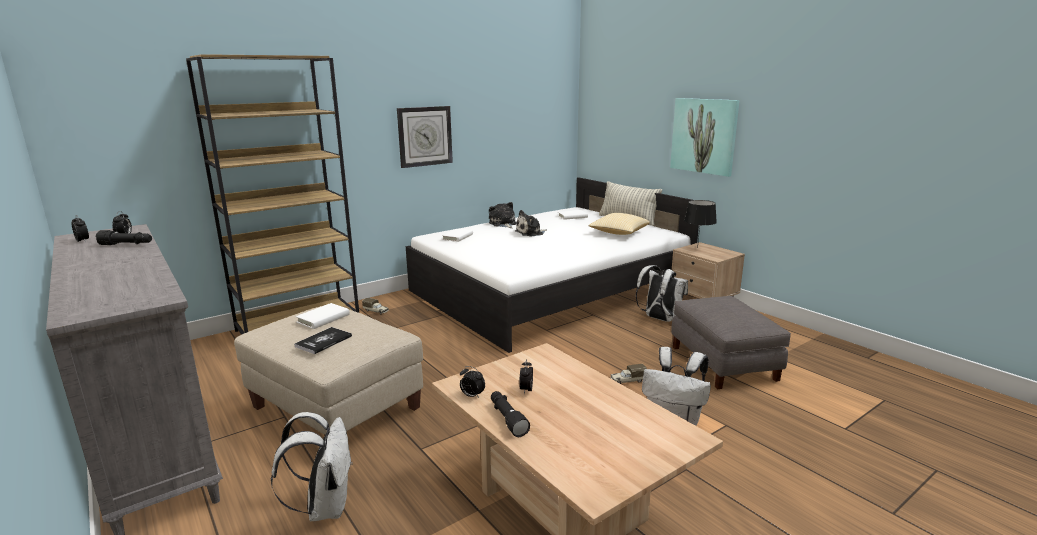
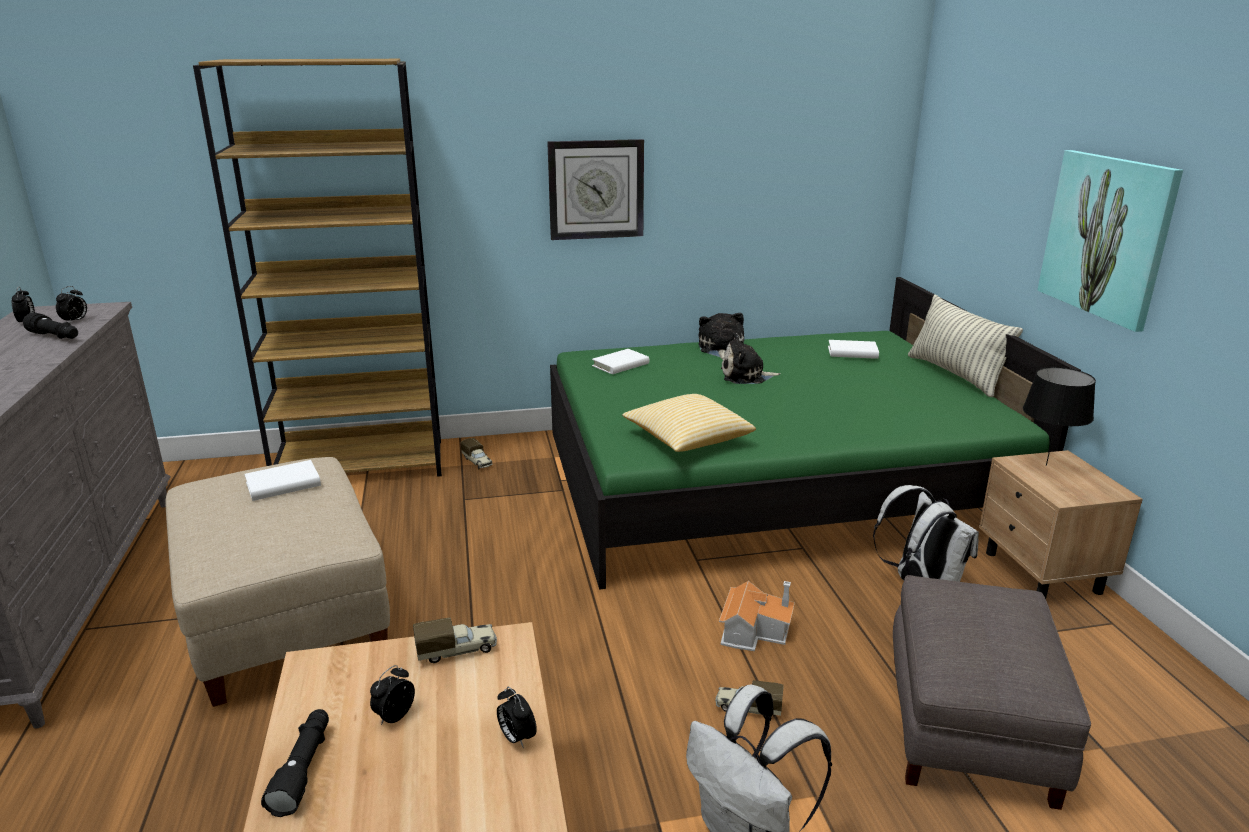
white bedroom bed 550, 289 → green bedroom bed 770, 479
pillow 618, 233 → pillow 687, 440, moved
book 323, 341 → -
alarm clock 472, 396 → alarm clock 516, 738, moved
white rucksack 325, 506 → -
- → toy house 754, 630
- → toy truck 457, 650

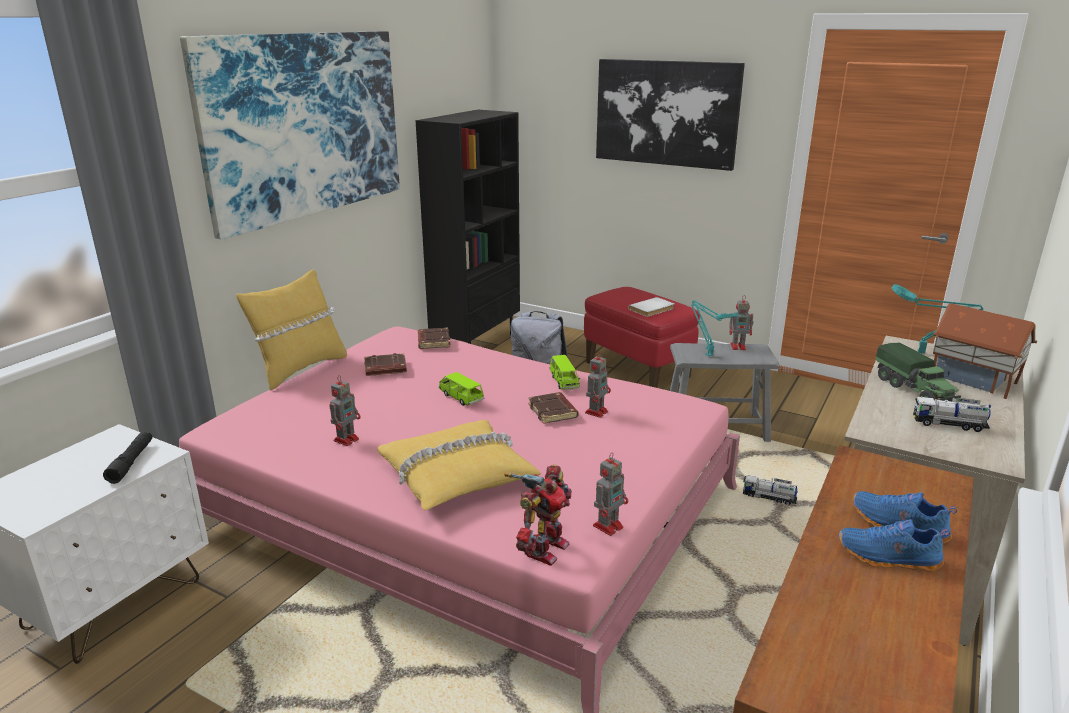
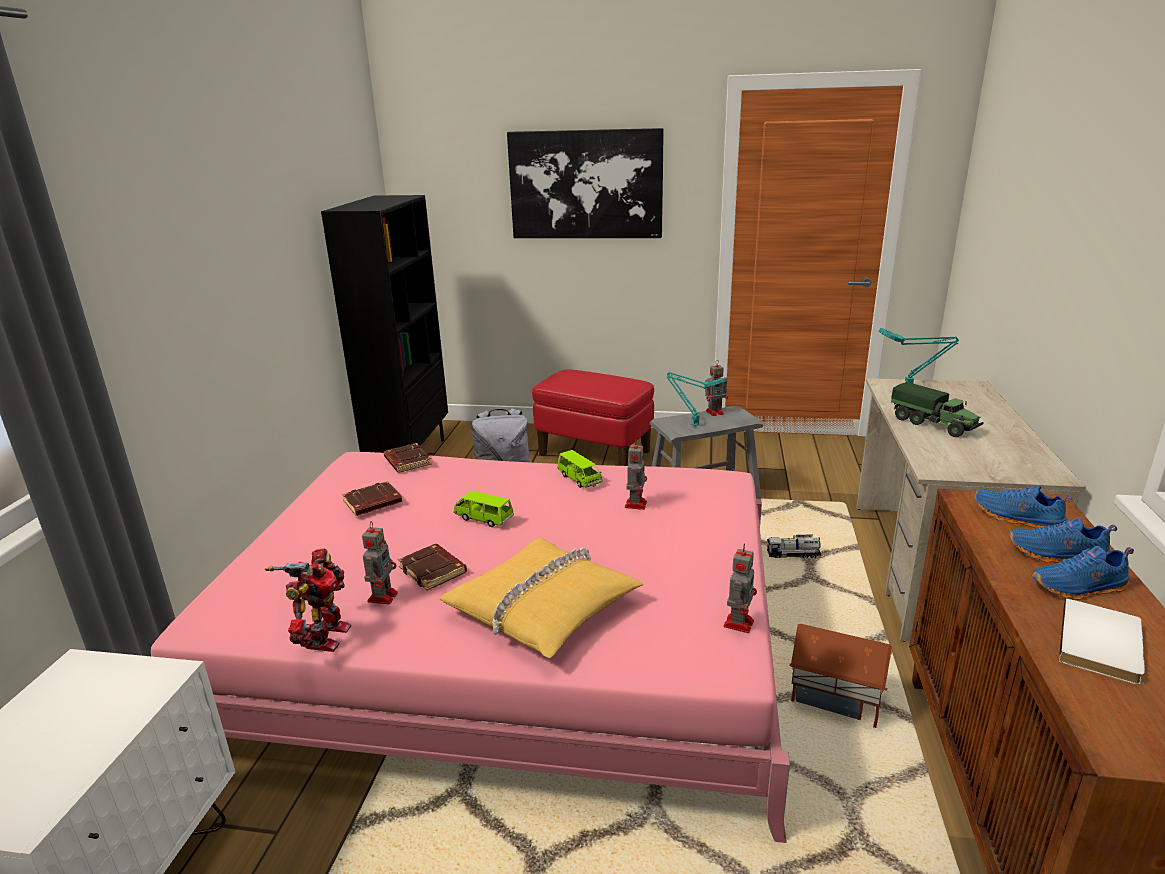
picture 305, 126 → -
yellow pillow 300, 369 → -
white book 653, 309 → white book 1103, 645, moved
toy house 973, 380 → toy house 835, 701, moved
brownish book 553, 411 → brownish book 434, 571, moved
toy truck 949, 424 → -
blackish flashlight 131, 462 → -
toy robot 543, 548 → toy robot 324, 636, moved
- → bluish item of footwear 1017, 518

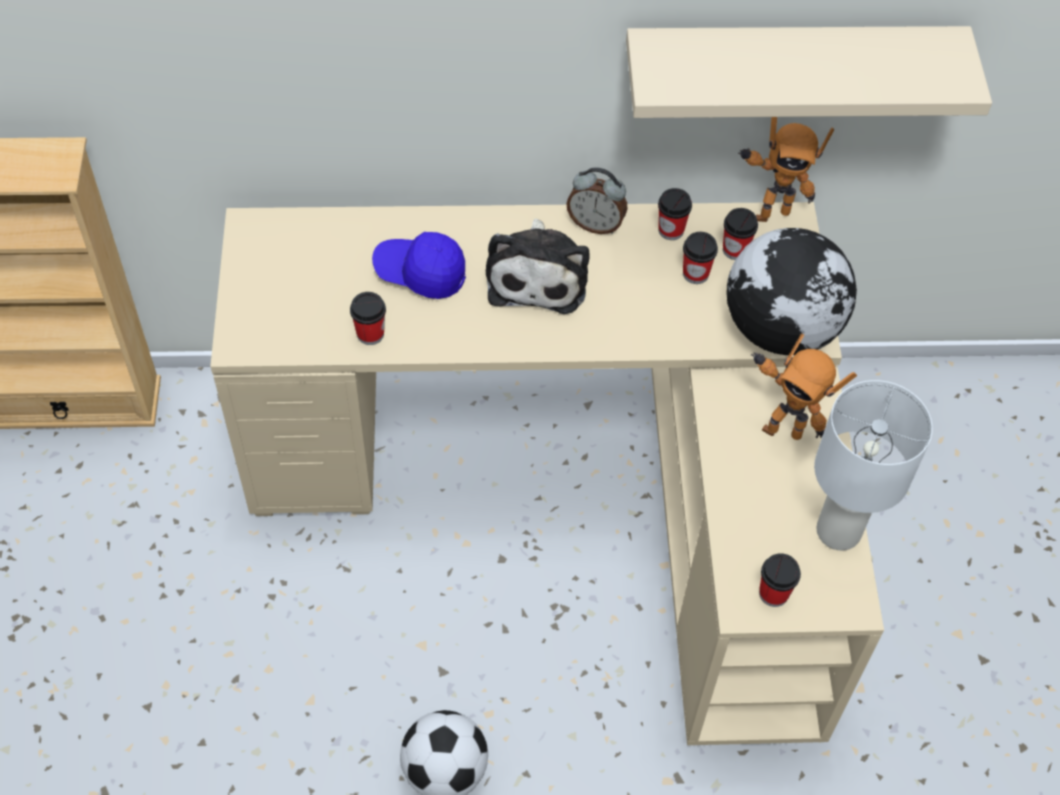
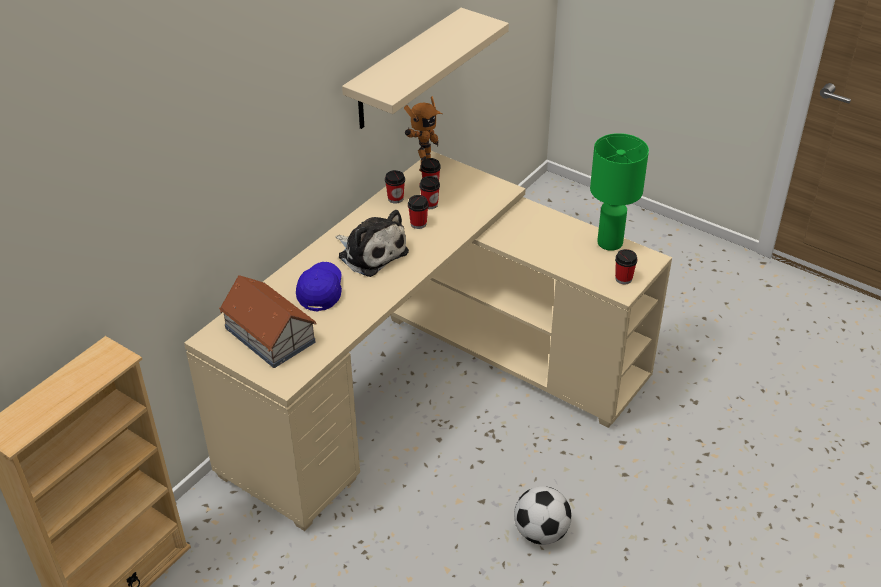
alarm clock 595, 224 → -
globe 782, 328 → -
bluish cap 420, 273 → bluish cap 320, 291, 135 degrees clockwise
drinking cup 370, 334 → drinking cup 418, 224, moved
toy robot 782, 428 → -
white lamp for a table 837, 531 → green lamp for a table 609, 243
- → toy house 270, 334

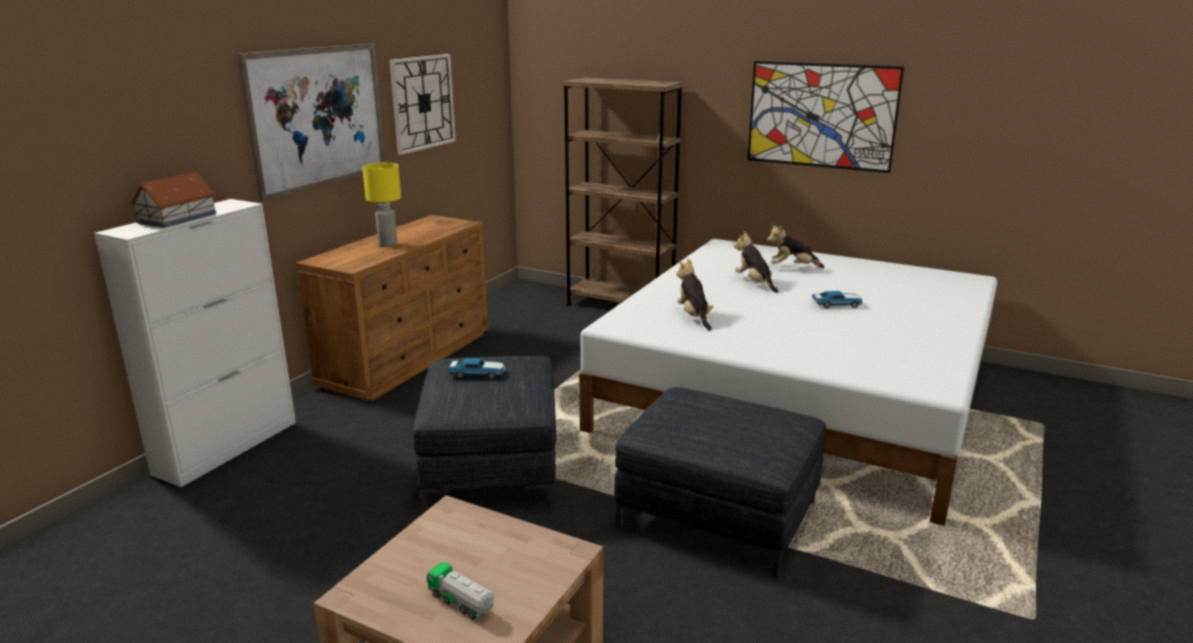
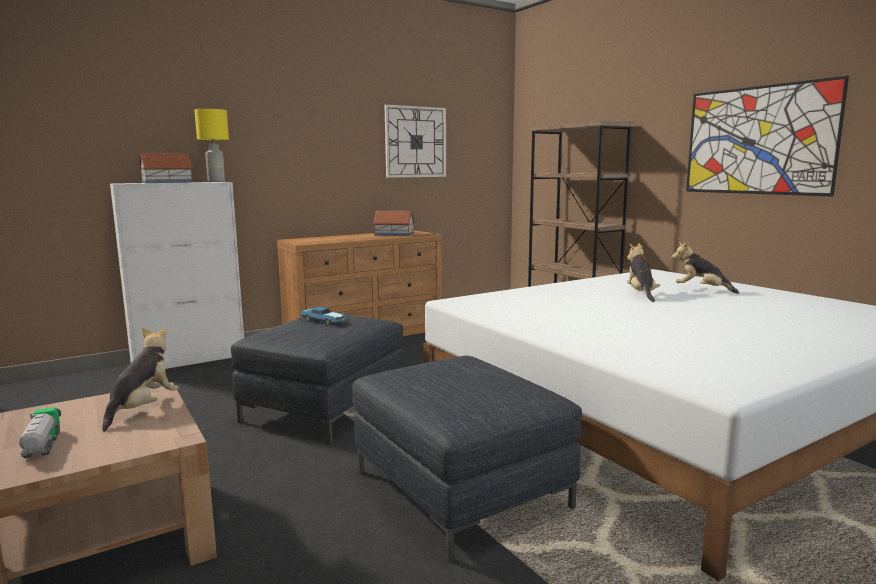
picture 319, 117 → -
yellow lamp for a table 388, 244 → yellow lamp for a table 217, 181, moved
plush toy 694, 317 → plush toy 143, 409, moved
toy car 837, 304 → -
- → toy house 393, 234

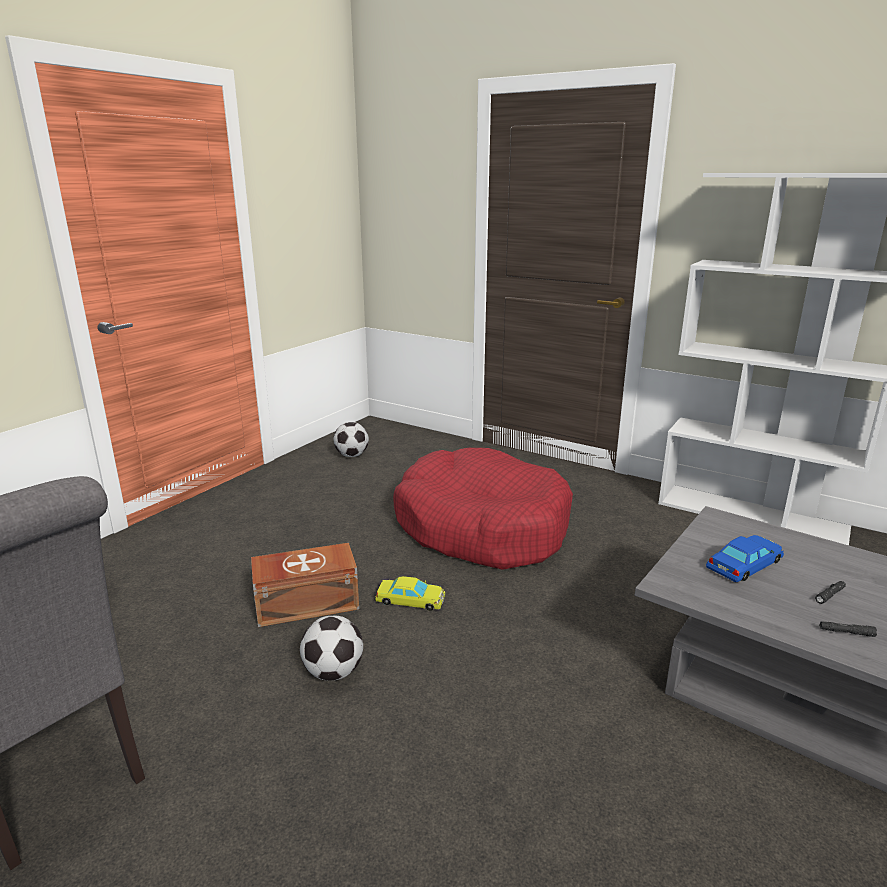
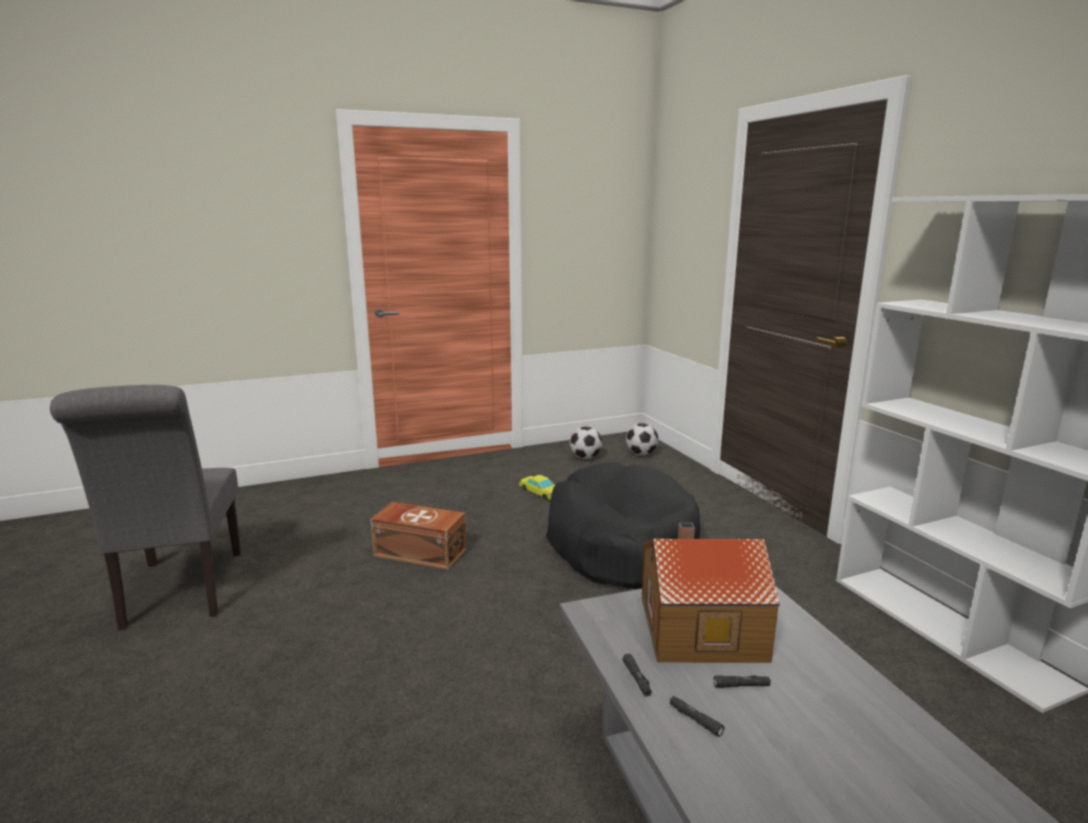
red-coloured pet bed 481, 527 → blackish pet bed 620, 543
bluish toy car 745, 564 → toy house 698, 626
yellow toy car 410, 599 → yellow toy car 541, 491, moved
football 333, 672 → football 641, 454, moved
- → blackish flashlight 637, 679

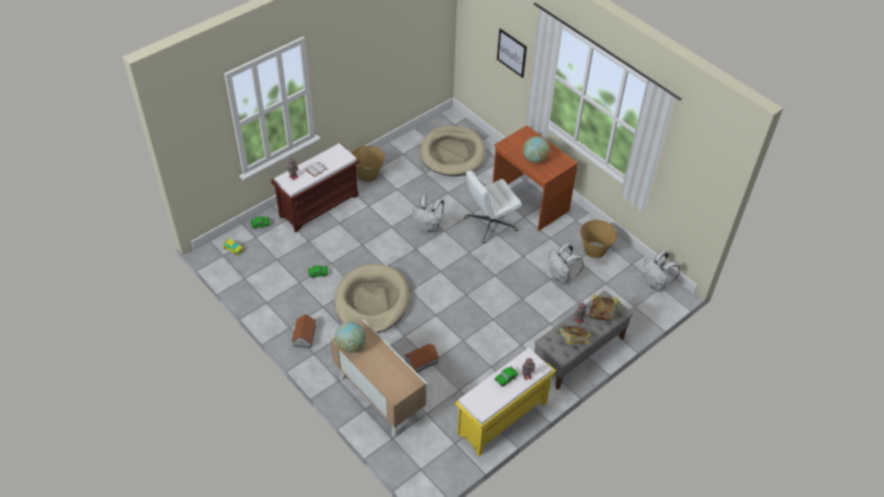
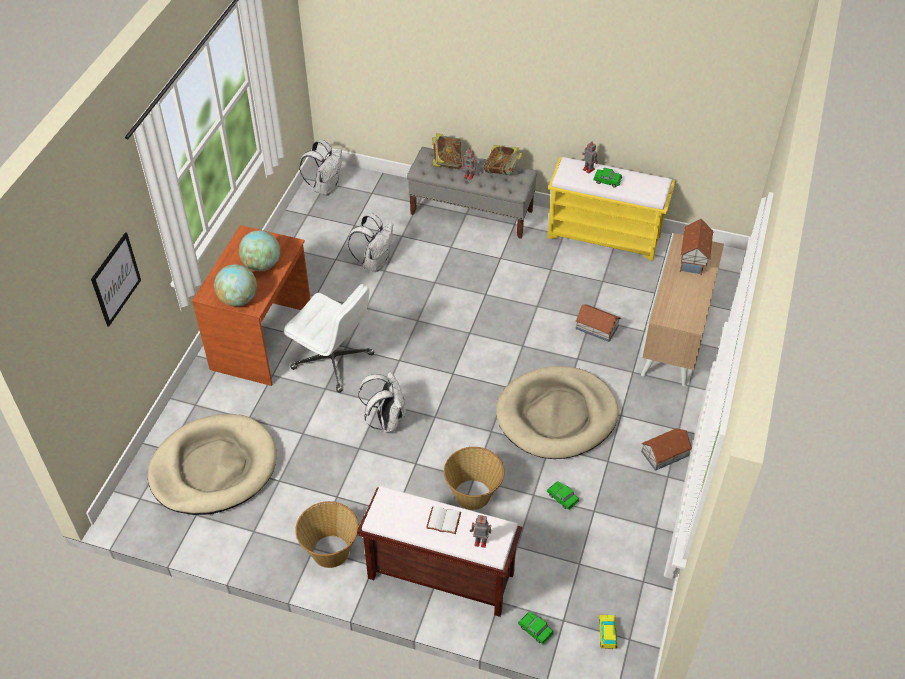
household basket 594, 250 → household basket 473, 495, moved
globe 351, 346 → globe 238, 299, moved
- → toy house 694, 260

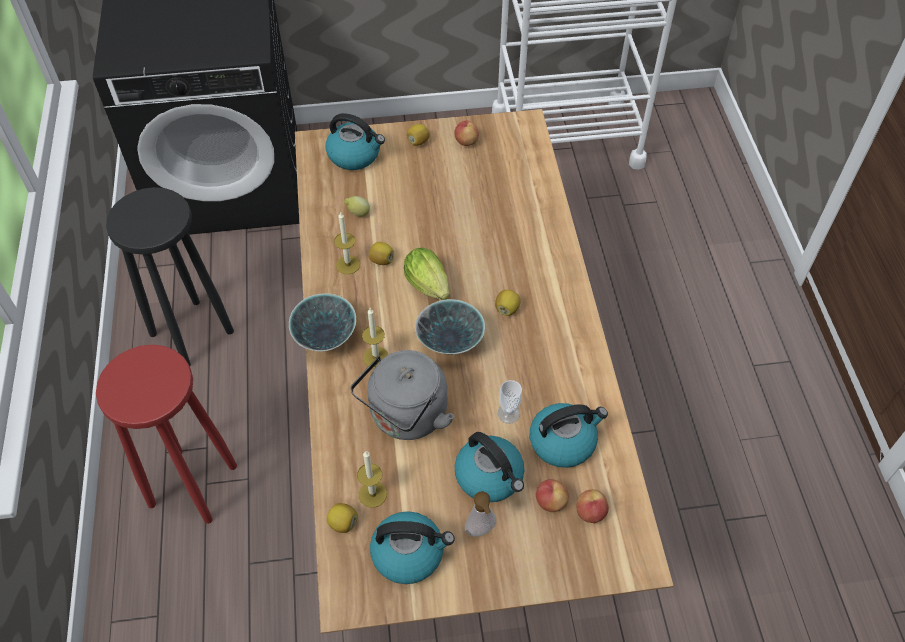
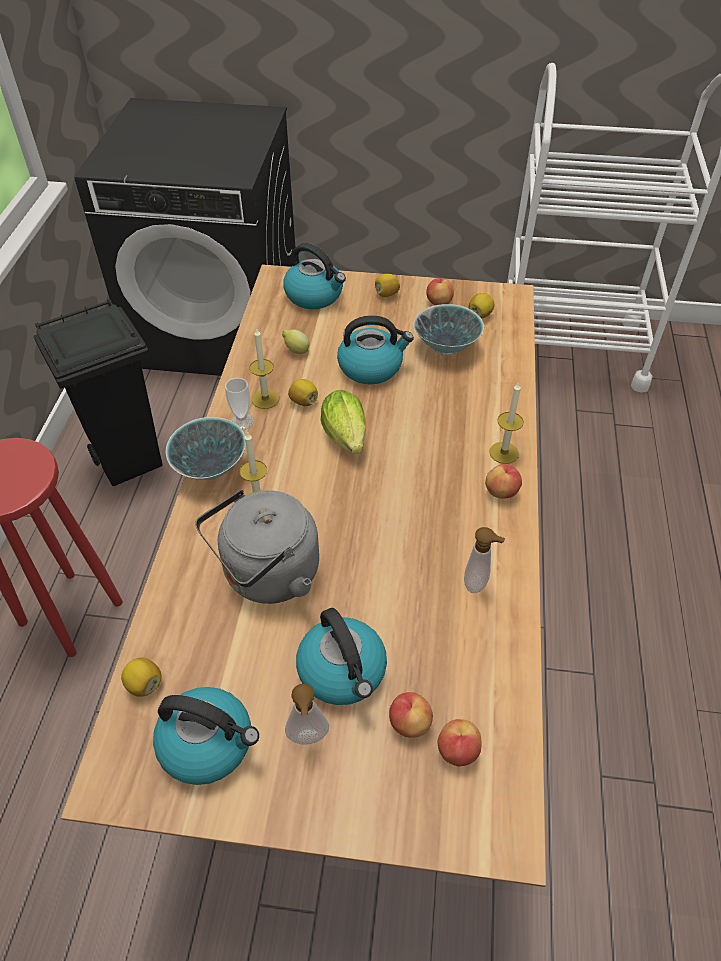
blackish sitting stool 192, 332 → blackish rubbish bin 130, 461
whole lemon 507, 309 → whole lemon 480, 315, moved
serving bowl 450, 343 → serving bowl 446, 348, moved
drinking cup 508, 413 → drinking cup 242, 421, moved
kettle 563, 441 → kettle 371, 367, moved
wax light 372, 494 → wax light 504, 453, moved
- → apple fruit 501, 492
- → liquid soap bottle 478, 584

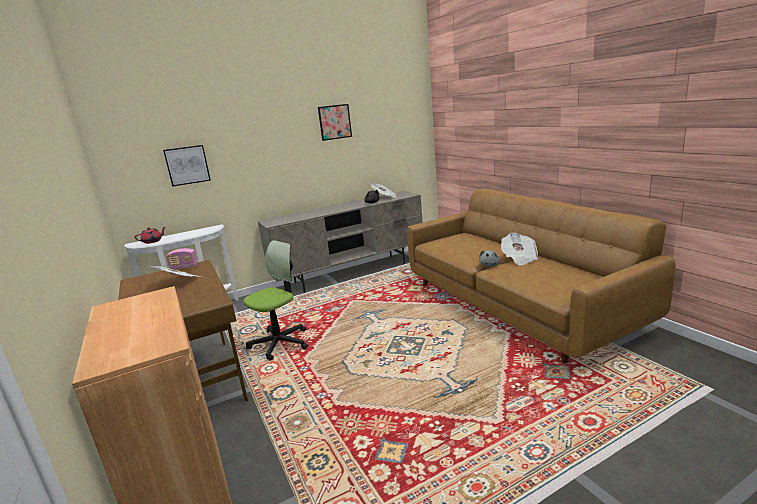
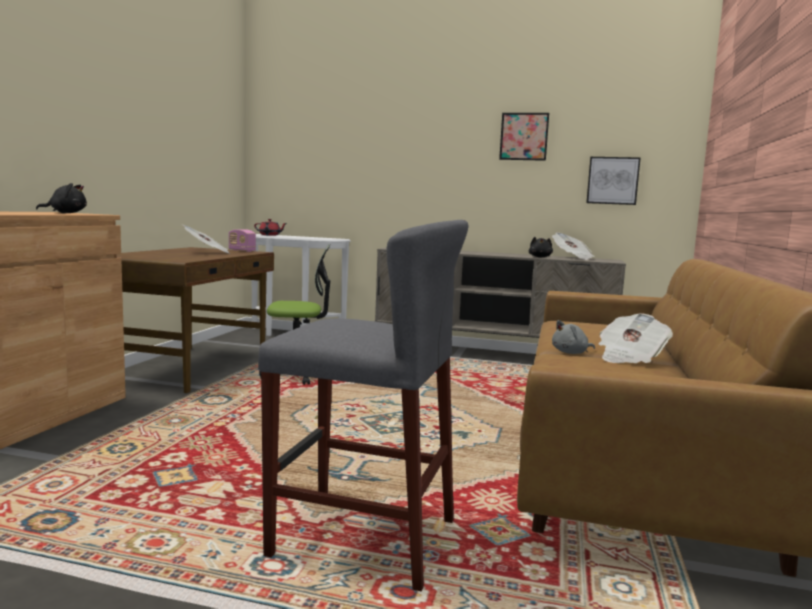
picture 187, 165 → picture 612, 180, moved
- → blackish plush toy 66, 213
- → greyish sitting stool 363, 538

